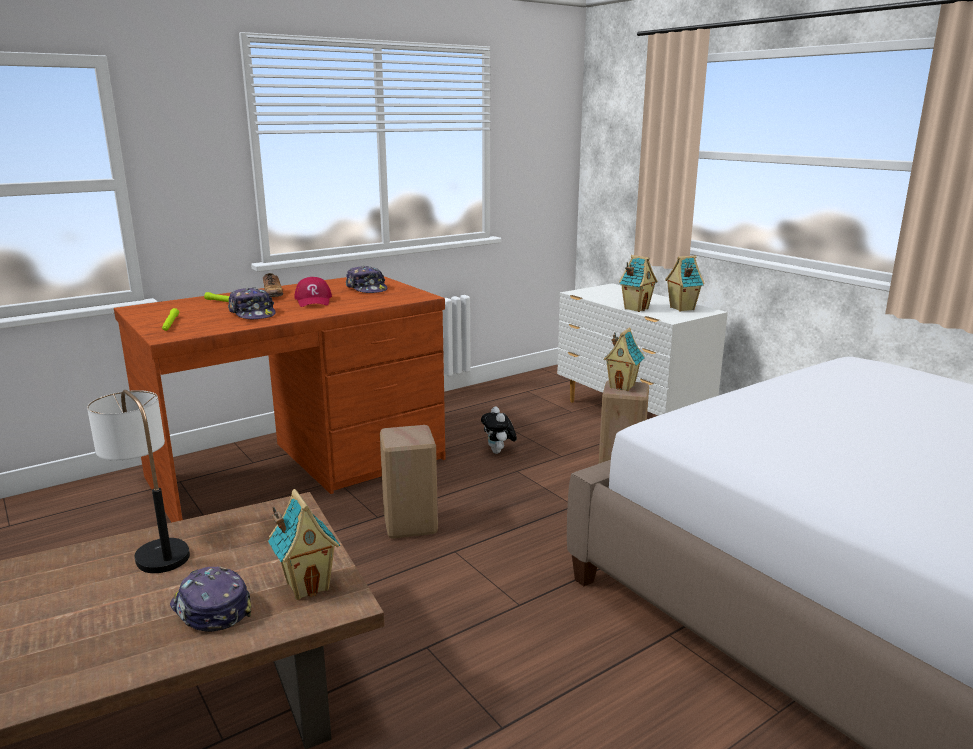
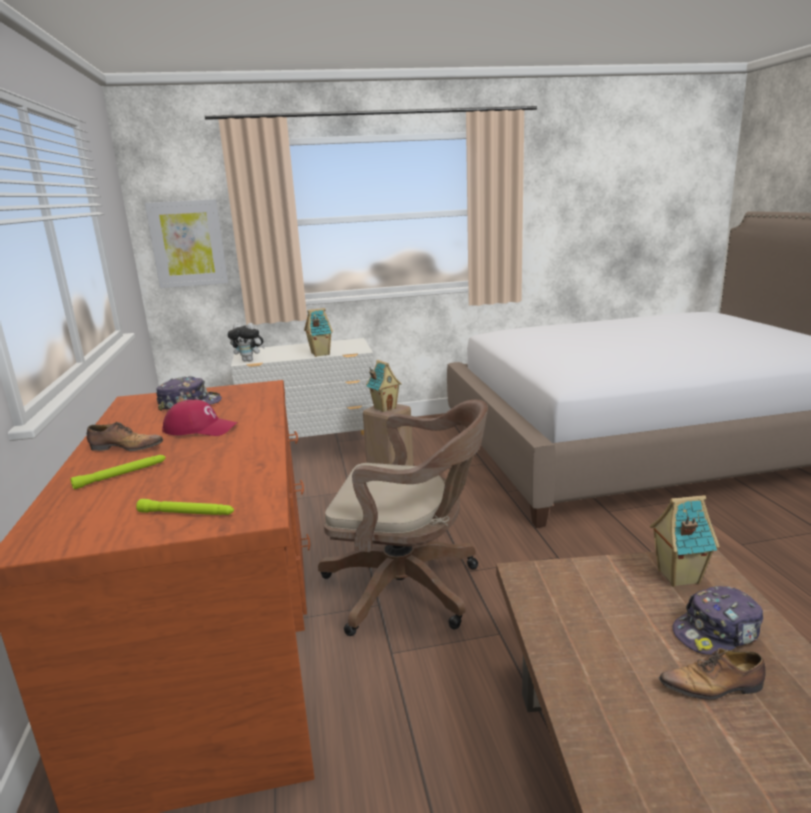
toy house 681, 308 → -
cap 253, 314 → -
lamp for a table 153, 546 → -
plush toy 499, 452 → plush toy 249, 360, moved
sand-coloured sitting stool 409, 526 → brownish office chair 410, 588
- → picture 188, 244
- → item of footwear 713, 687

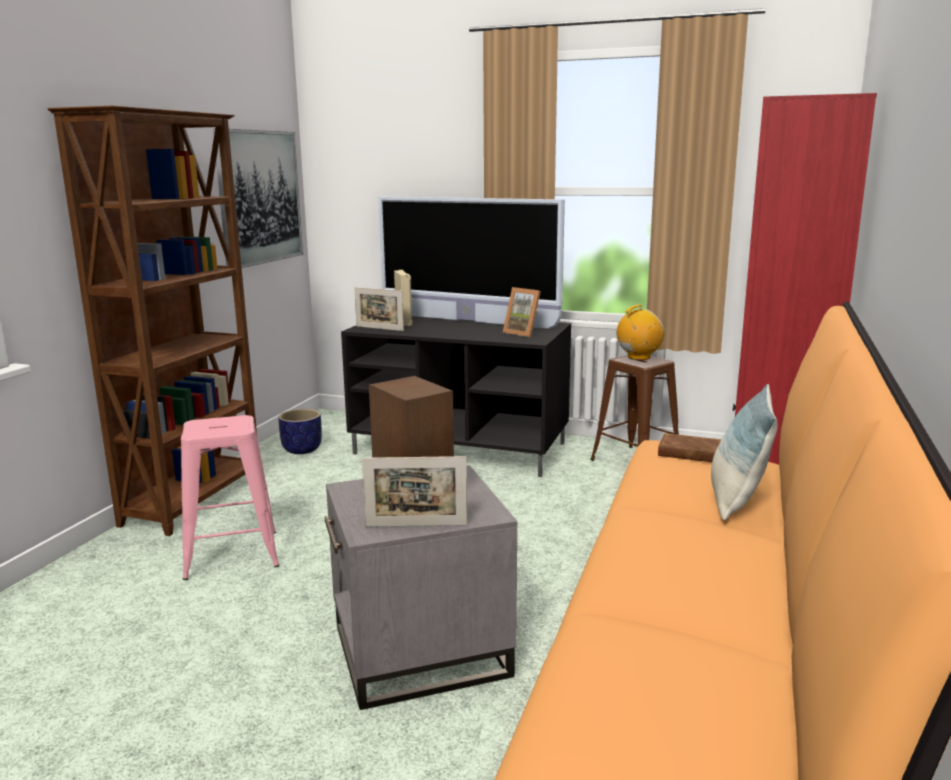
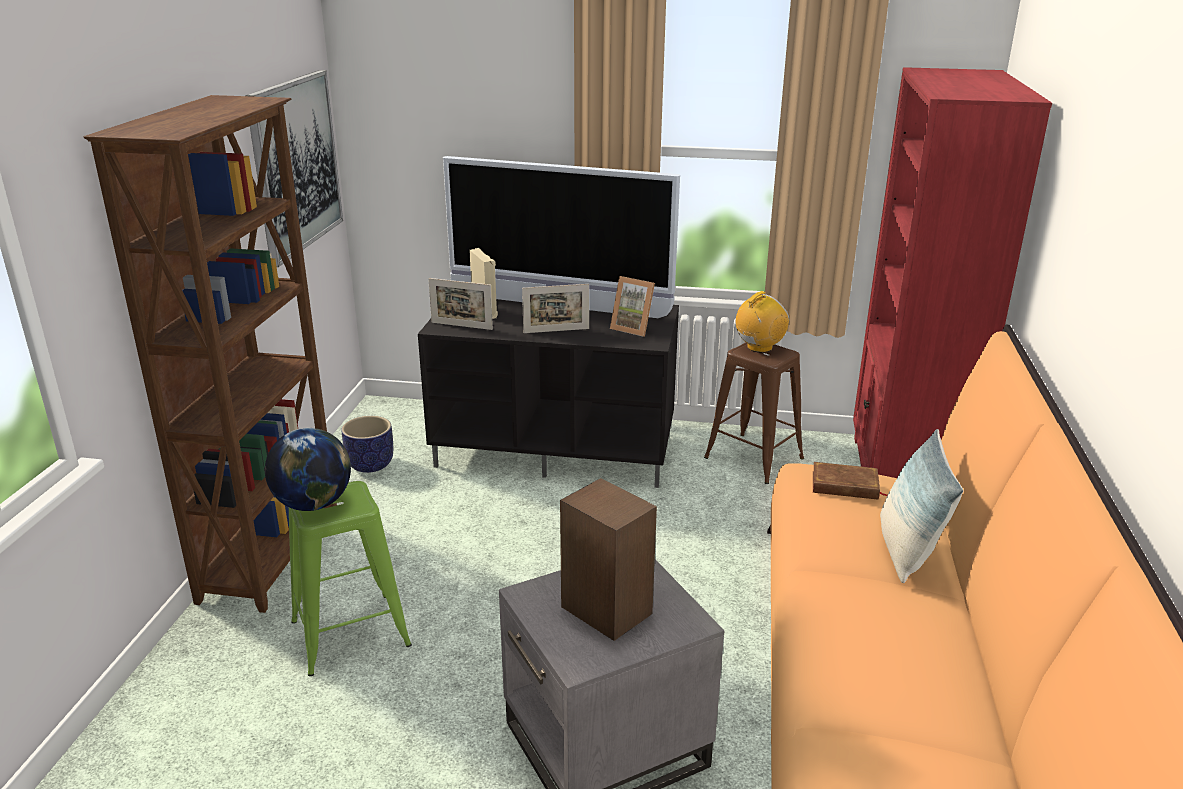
pink sitting stool 233, 554 → green sitting stool 351, 633
picture frame 416, 525 → picture frame 556, 330, moved
- → globe 313, 504

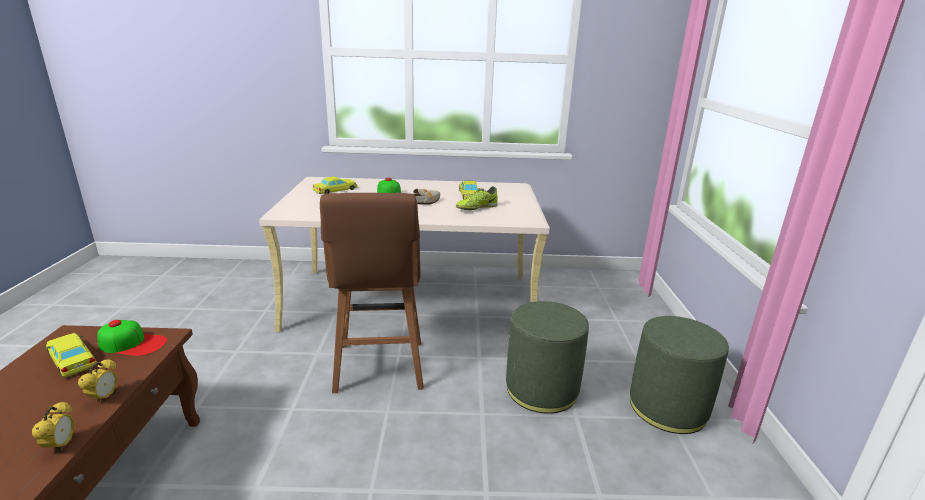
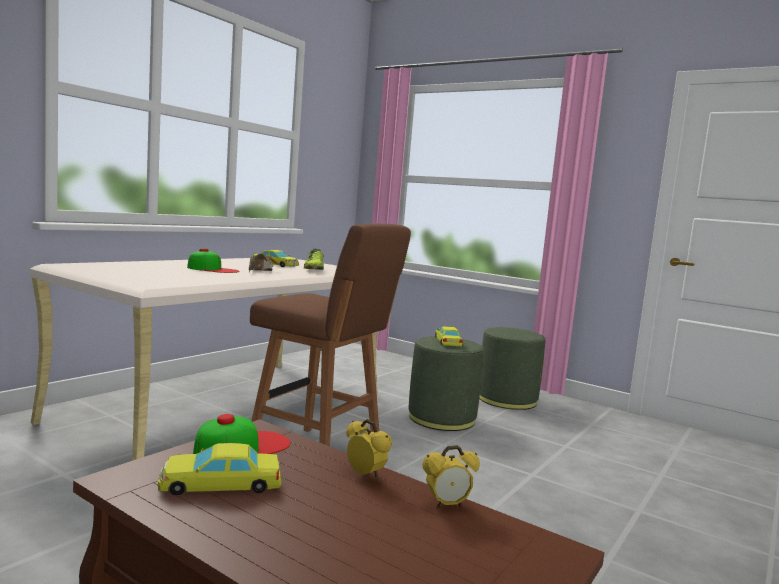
yellow toy car 335, 190 → yellow toy car 447, 342, moved
alarm clock 61, 445 → alarm clock 447, 505, 135 degrees clockwise

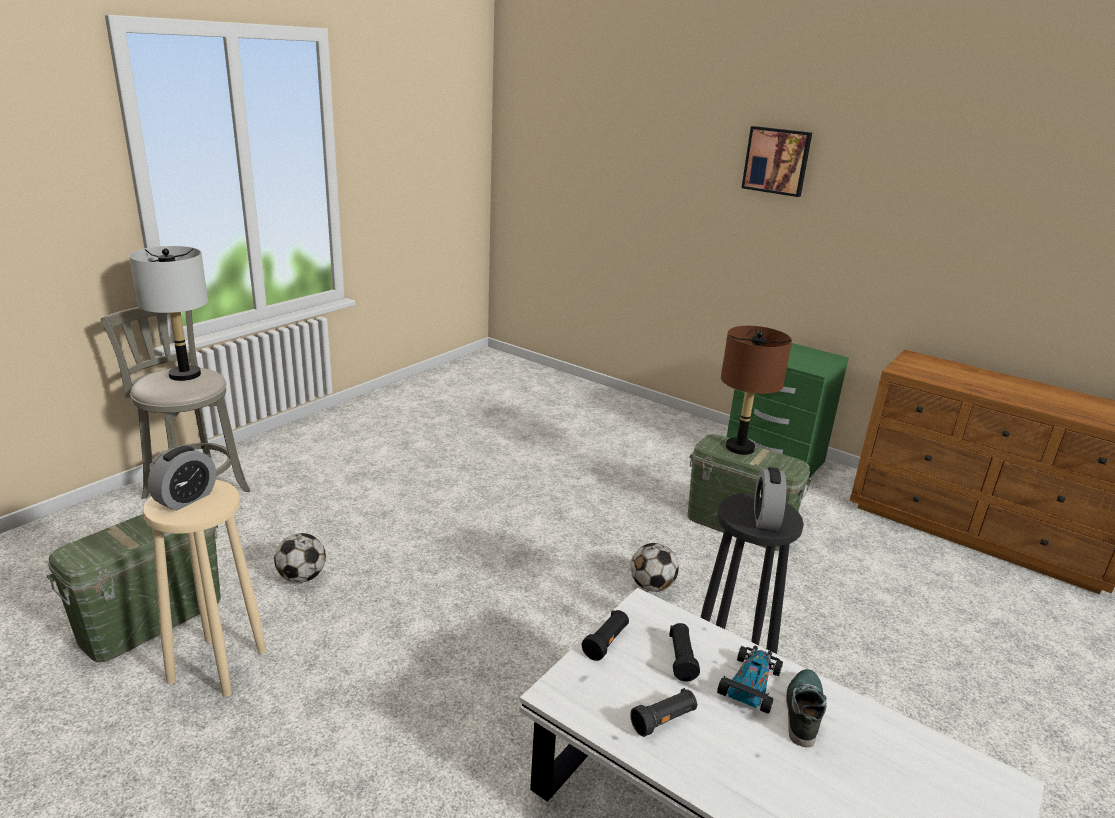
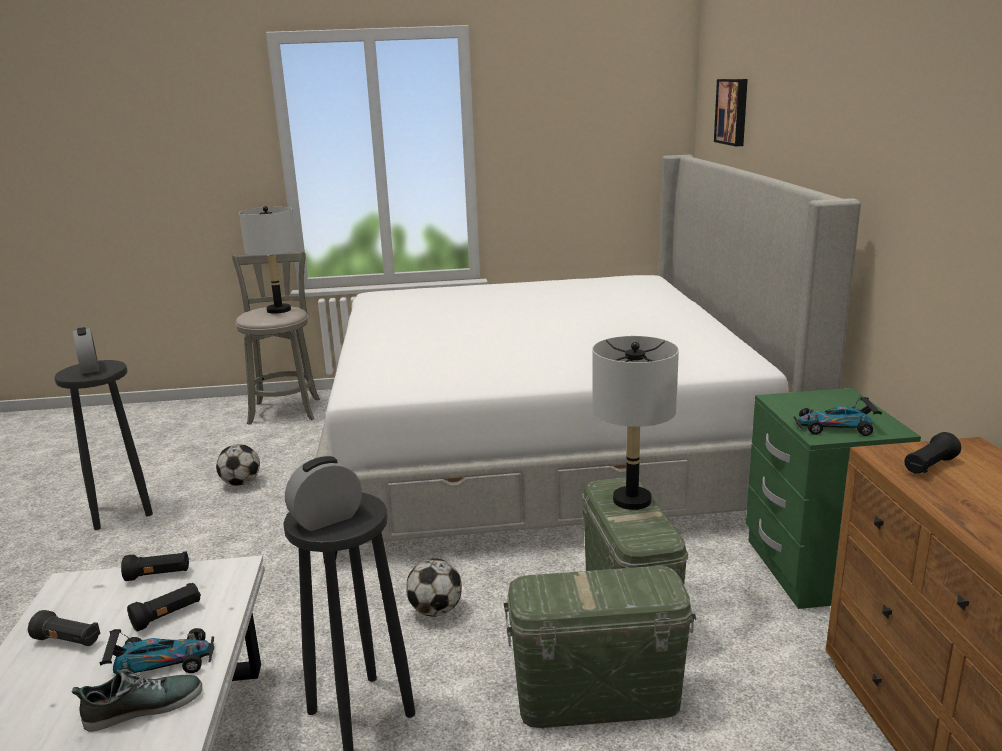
picture 777, 161 → picture 733, 111, moved
brownish lamp for a table 739, 448 → greyish lamp for a table 631, 500
alarm clock 186, 499 → alarm clock 90, 368, 105 degrees counterclockwise
sand-coloured sitting stool 219, 665 → blackish sitting stool 122, 511
green storage container 151, 619 → green storage container 596, 697, moved
- → bedroom bed 544, 446
- → toy car 835, 427
- → blackish flashlight 929, 466

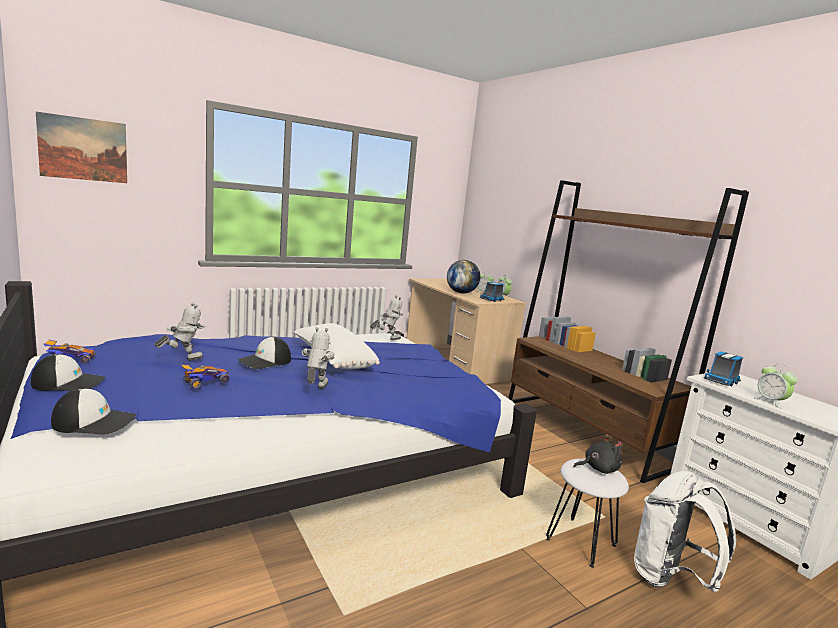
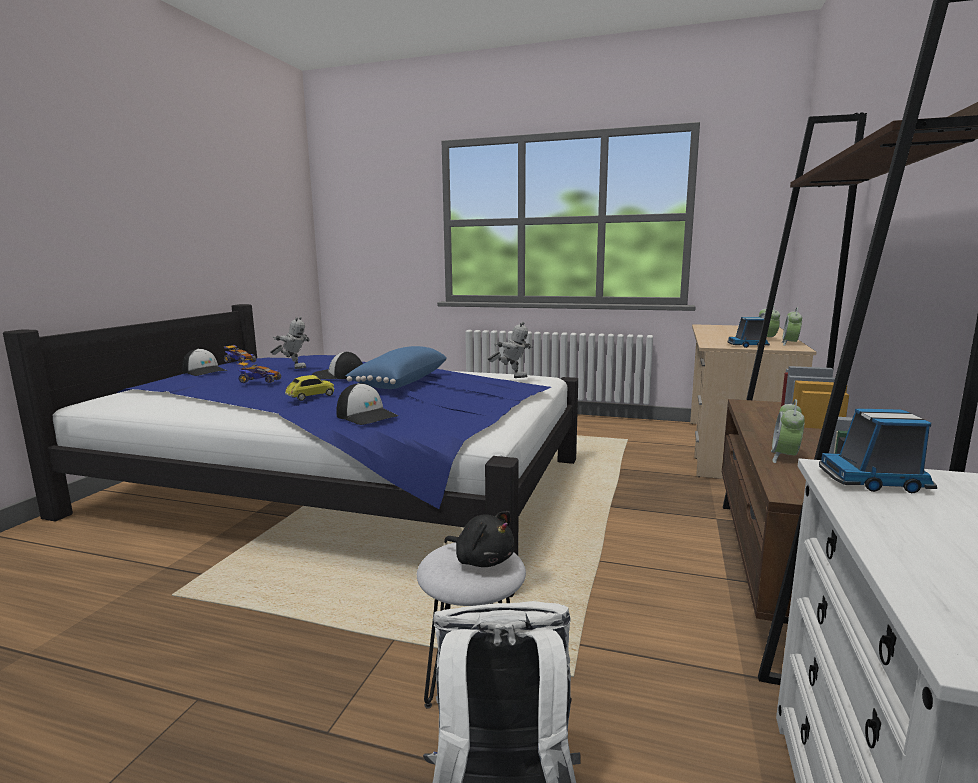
picture 83, 149 → -
globe 461, 293 → -
white pillow 333, 359 → bluish pillow 399, 383
toy robot 315, 389 → toy car 310, 396
alarm clock 771, 402 → alarm clock 785, 457, moved
cap 94, 422 → cap 367, 416, moved

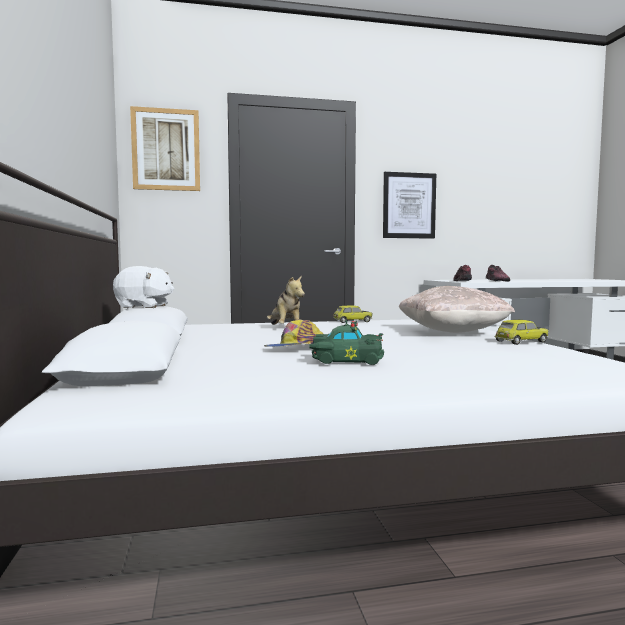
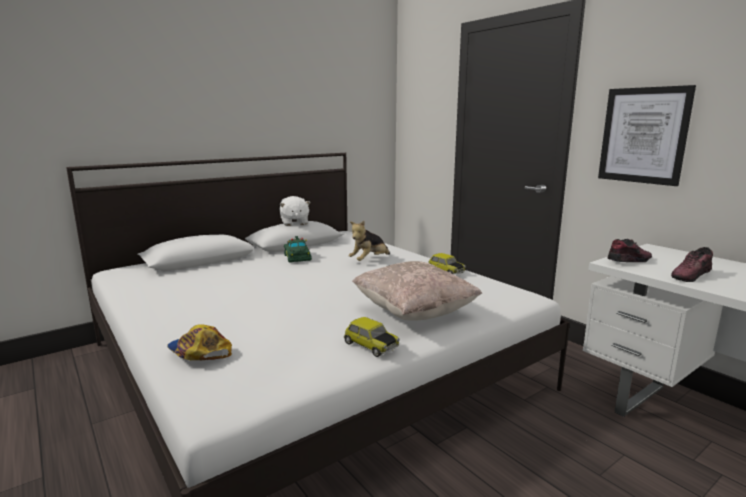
picture 166, 149 → -
cap 294, 348 → cap 199, 352, moved
green toy car 345, 360 → green toy car 297, 257, moved

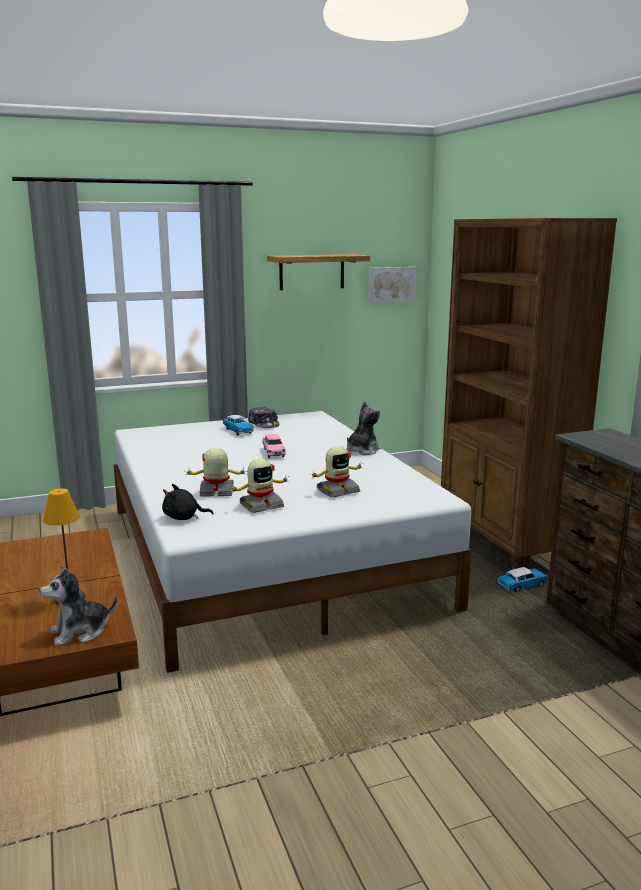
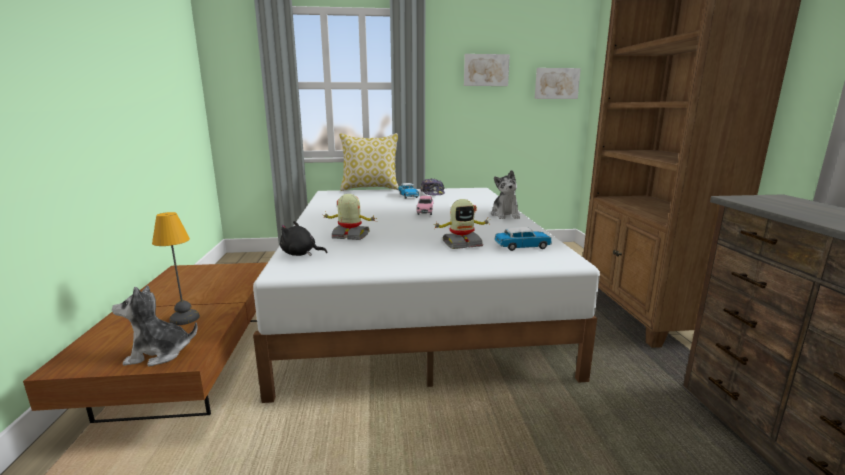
bracket shelf 311, 272 → picture 486, 70
plush toy 362, 451 → plush toy 505, 215, 120 degrees clockwise
toy robot 261, 505 → -
toy car 522, 586 → toy car 522, 247, moved
- → pillow 370, 188

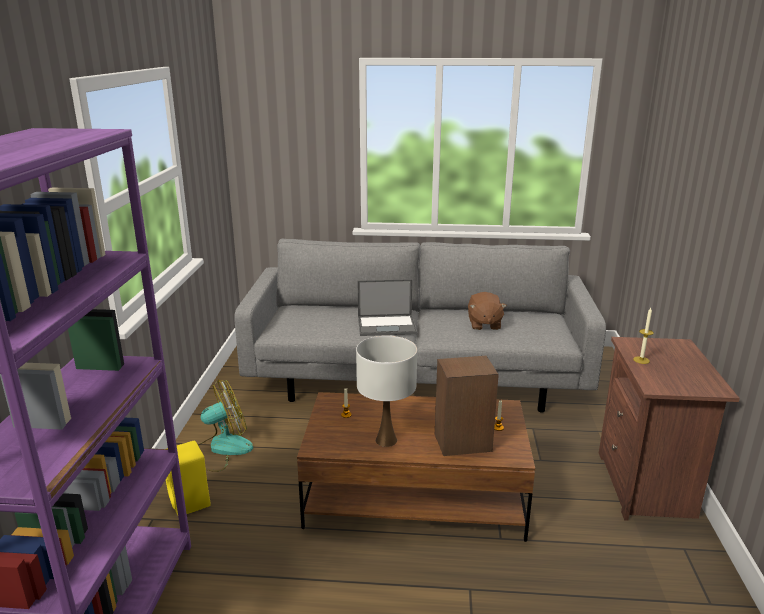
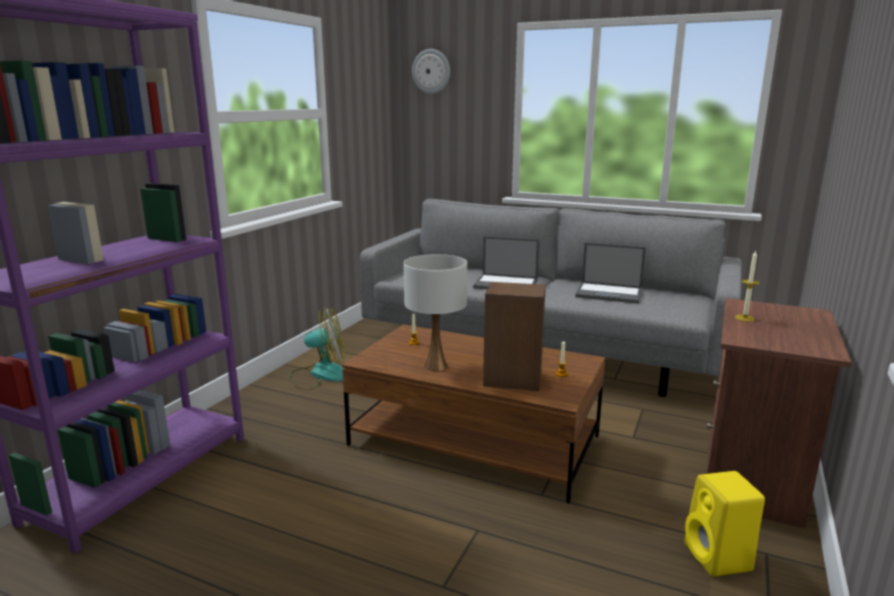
brownish plush toy 484, 324 → laptop 610, 293
yellow speaker 191, 502 → yellow speaker 719, 559, moved
- → wall clock 431, 71

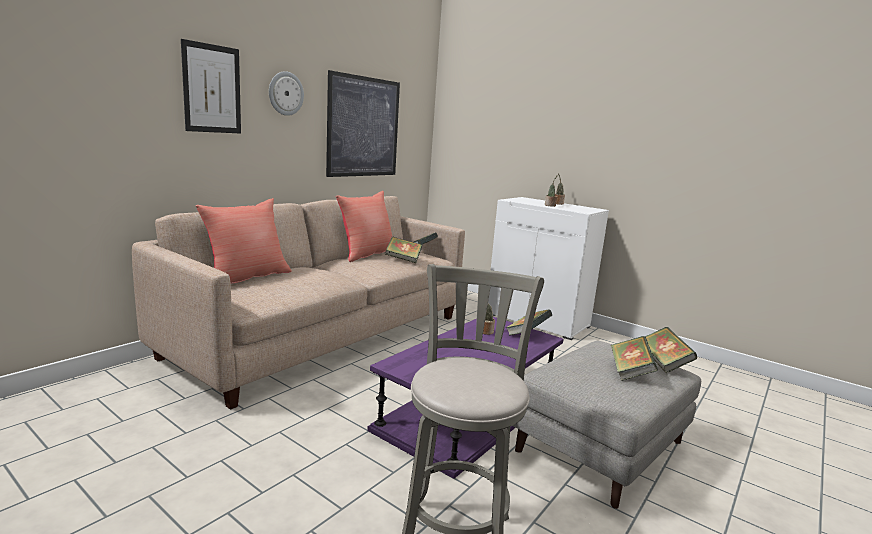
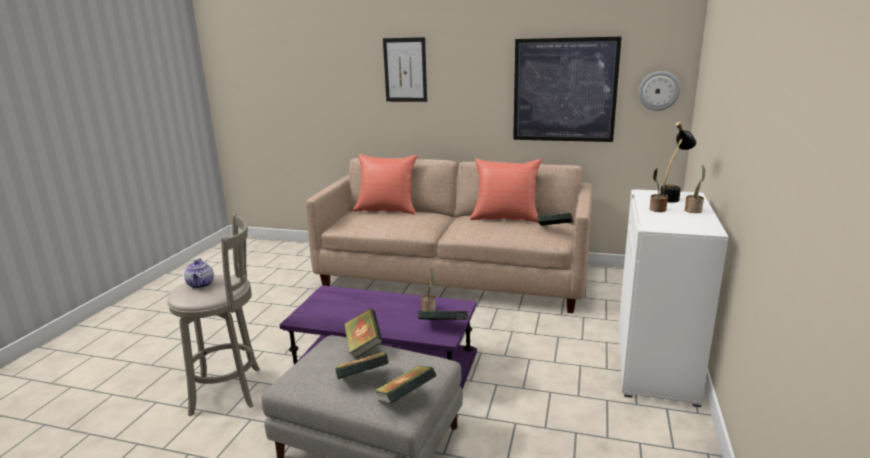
wall clock 285, 93 → wall clock 659, 91, moved
book 403, 260 → book 363, 346, moved
- → blackish lamp for a table 672, 197
- → tea pot 201, 285

